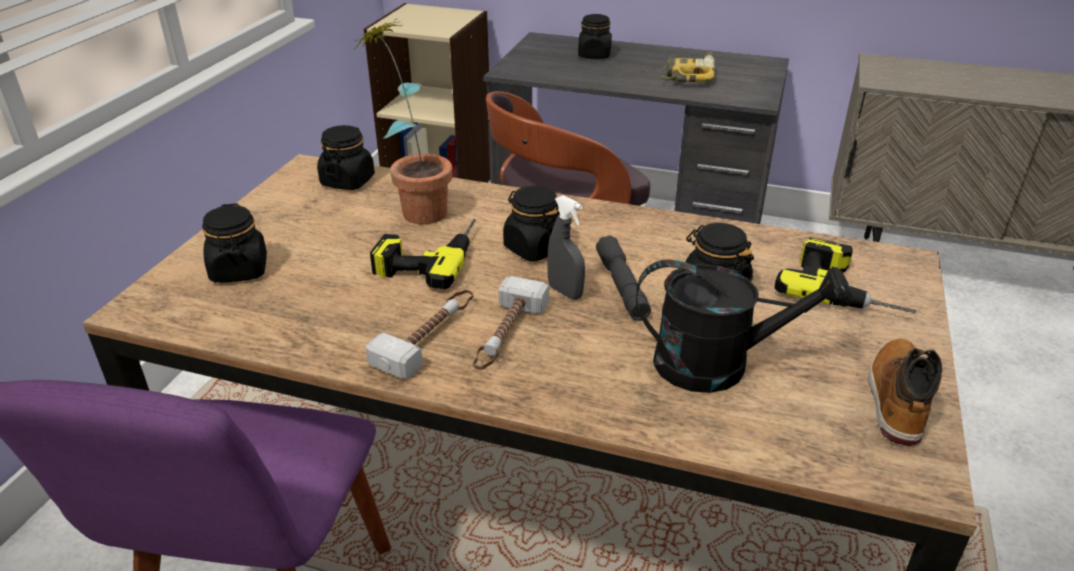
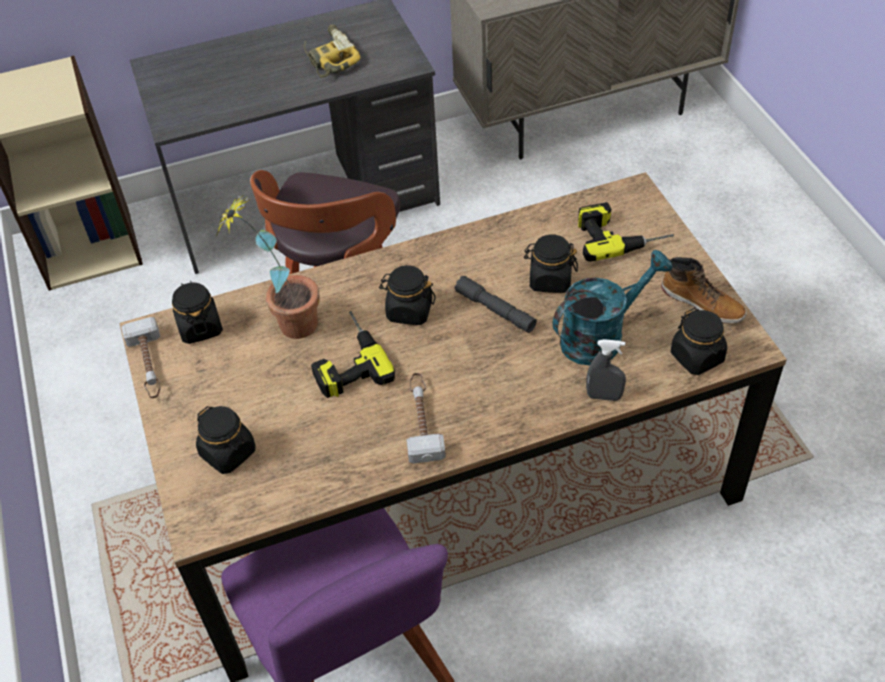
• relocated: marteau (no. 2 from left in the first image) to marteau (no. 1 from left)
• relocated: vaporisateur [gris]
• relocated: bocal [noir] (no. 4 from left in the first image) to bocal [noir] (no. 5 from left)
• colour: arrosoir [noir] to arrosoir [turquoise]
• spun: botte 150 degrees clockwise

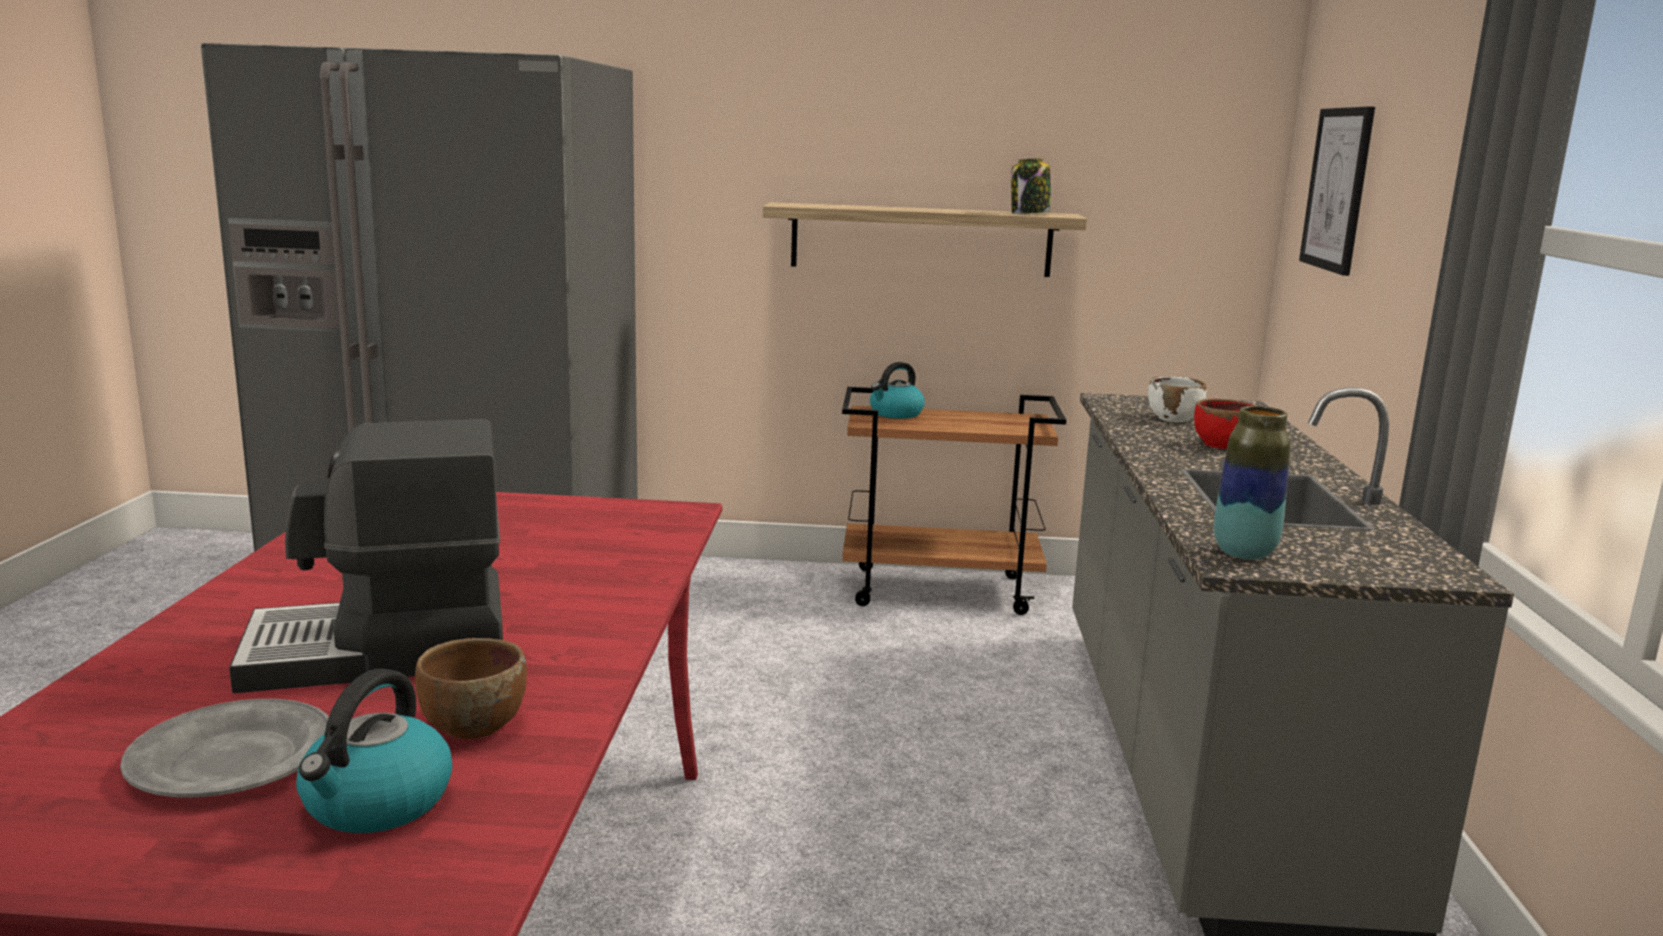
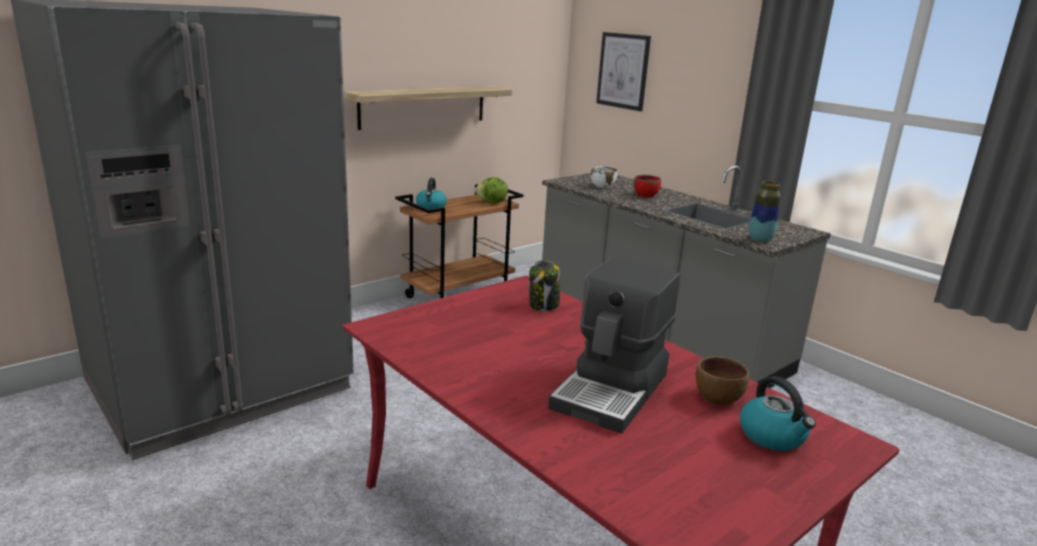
• missing: assiette [gris]
• relocated: bocal
• appeared: laitue

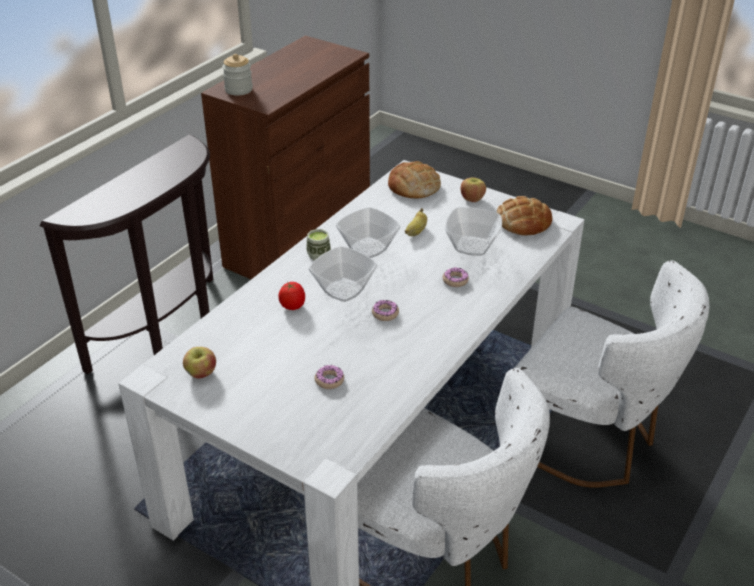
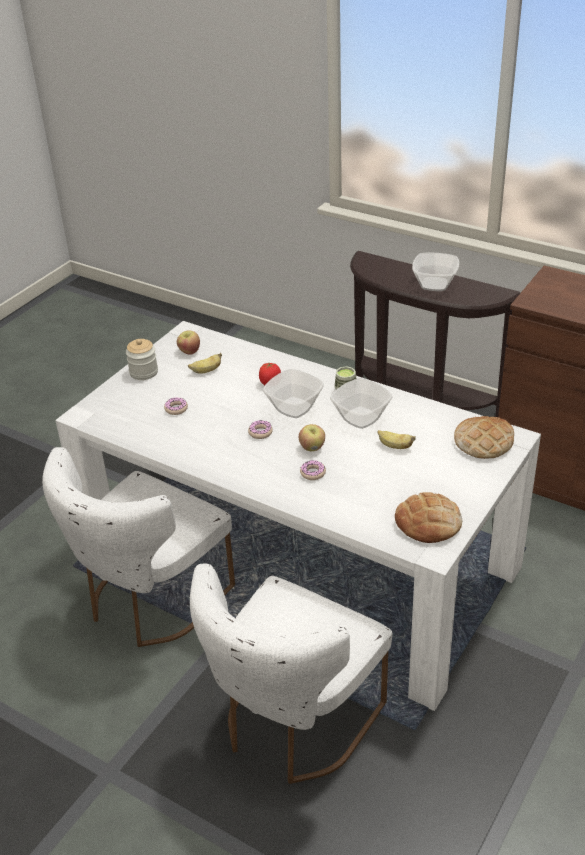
• relocated: bocal
• relocated: bol (no. 3 from left)
• relocated: pomme (no. 2 from left)
• appeared: banane (no. 1 from left)

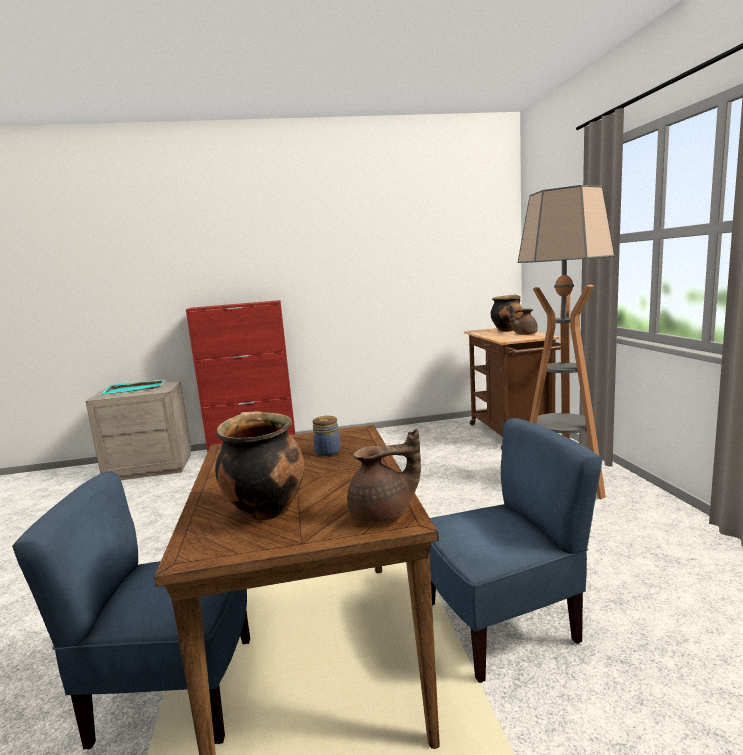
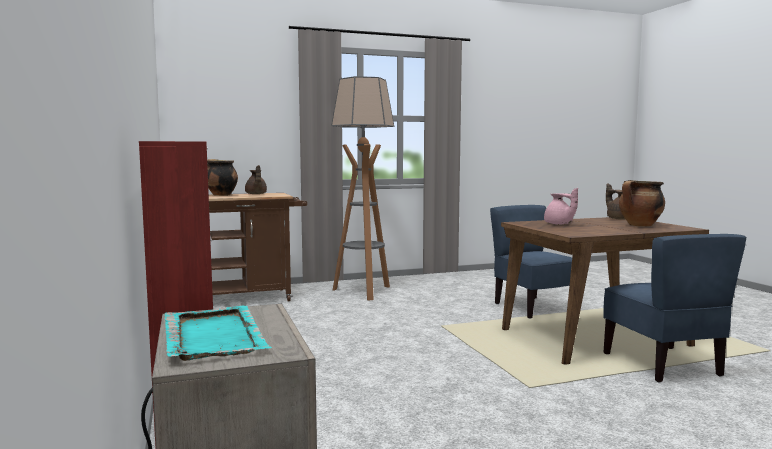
• exchanged: bocal to théière [rose]

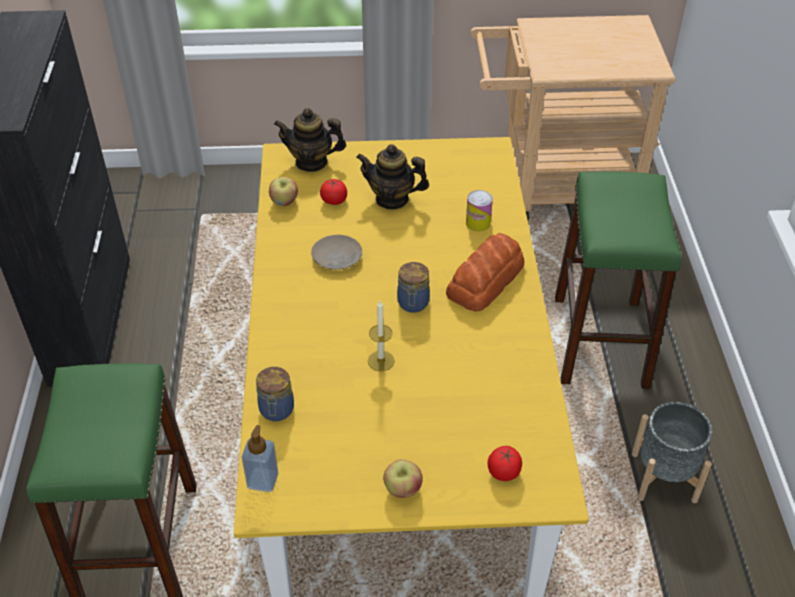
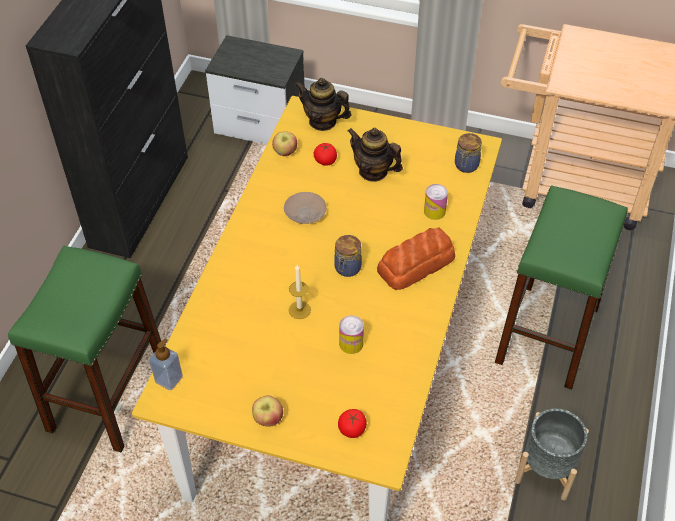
• relocated: bocal (no. 1 from left in the first image) to bocal (no. 2 from left)
• appeared: table de chevet
• appeared: boîte métallique (no. 1 from left)

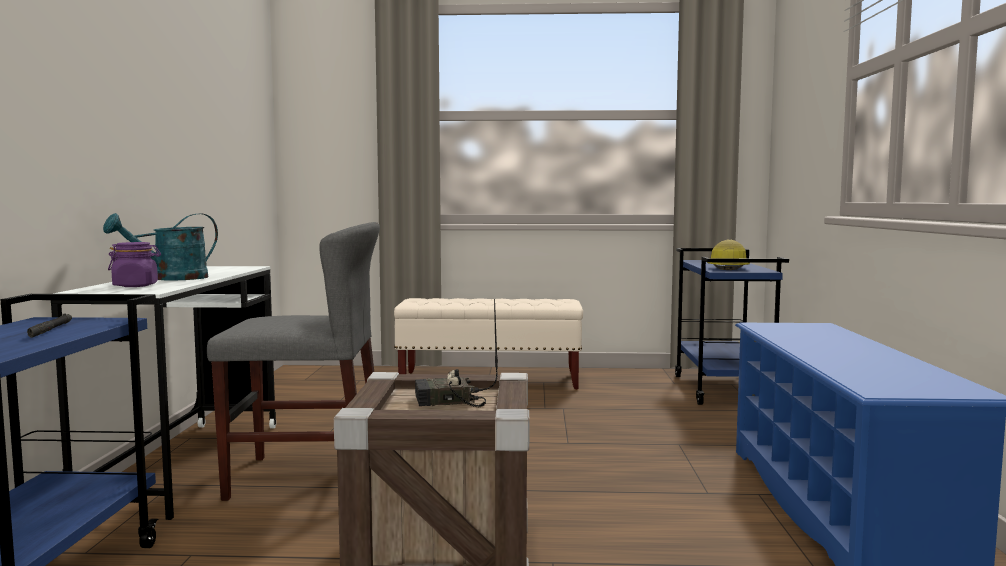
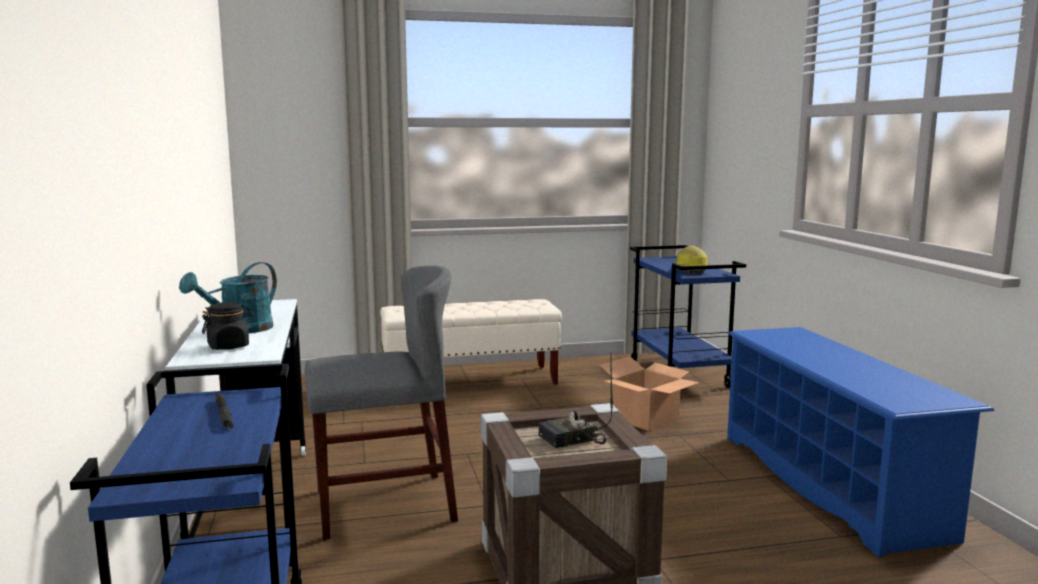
• colour: bocal [violet] to bocal [noir]
• appeared: carton

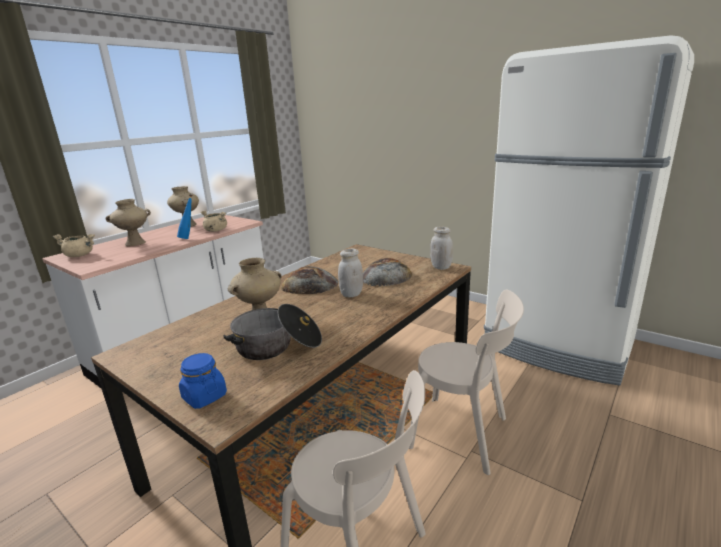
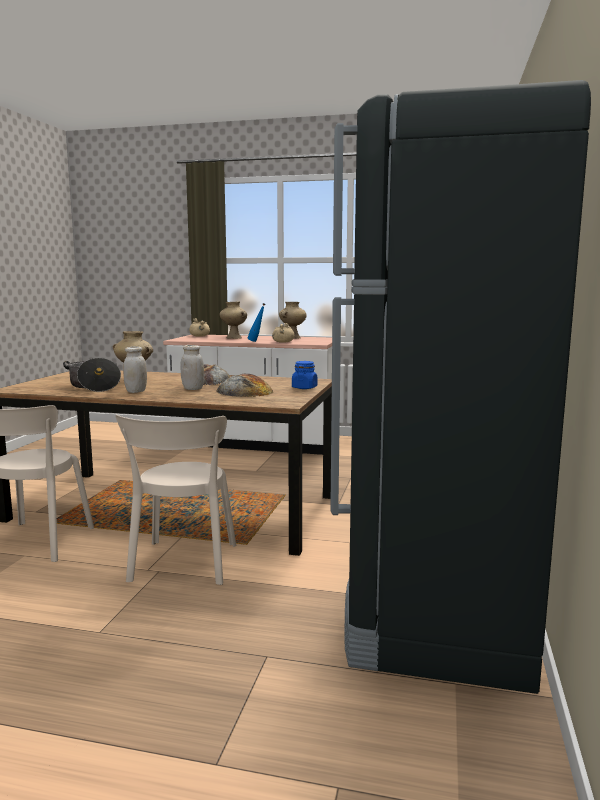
• relocated: bocal [bleu]
• relocated: bocal [blanc] (no. 2 from left in the first image) to bocal [blanc] (no. 1 from left)
• colour: réfrigérateur [blanc] to réfrigérateur [noir]

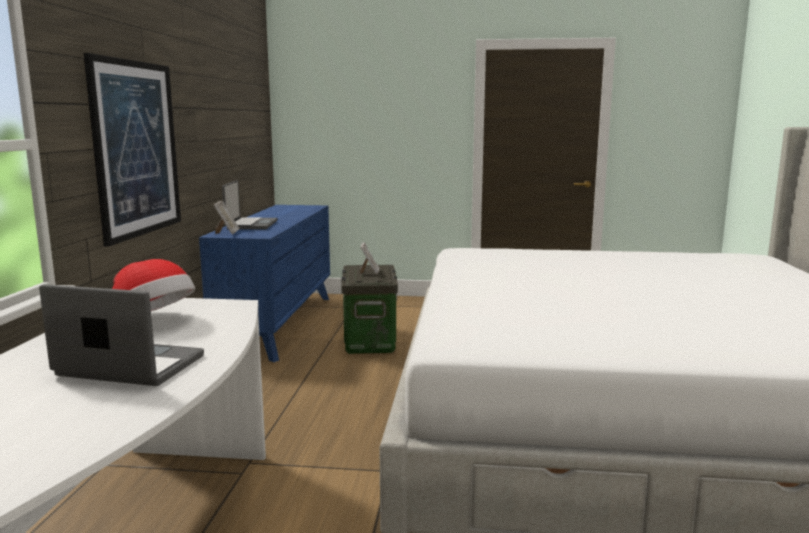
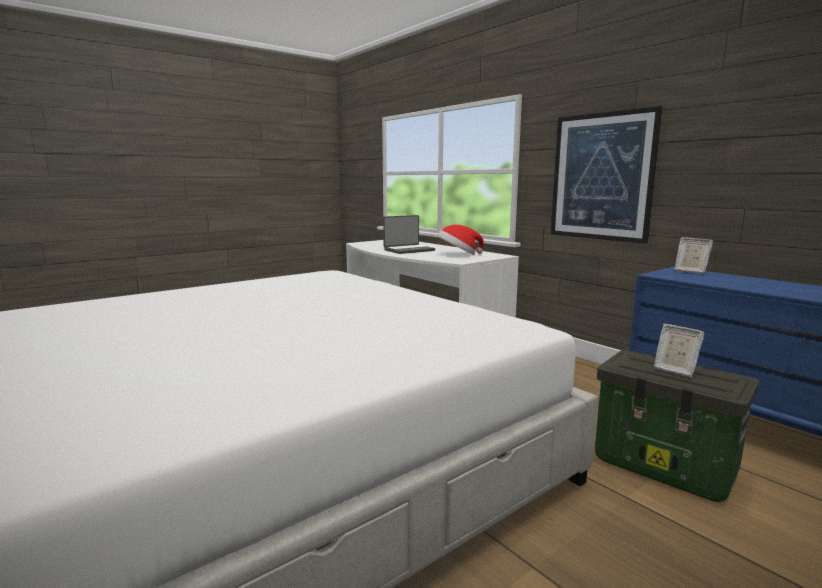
• missing: ordinateur portable (no. 2 from left)

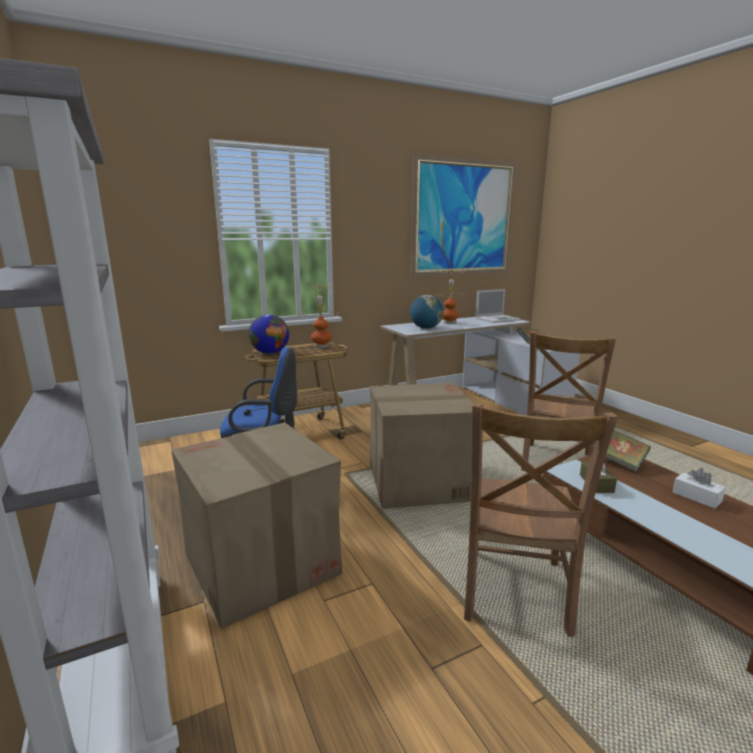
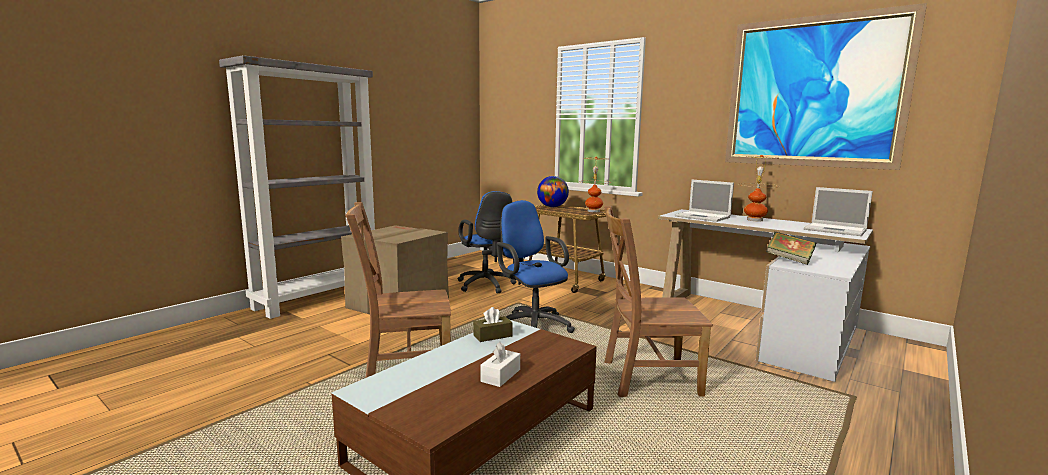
• exchanged: carton (no. 2 from left) to chaise de bureau [bleu] (no. 2 from left)
• exchanged: globe (no. 2 from left) to ordinateur portable (no. 1 from left)
• missing: livre (no. 2 from left)

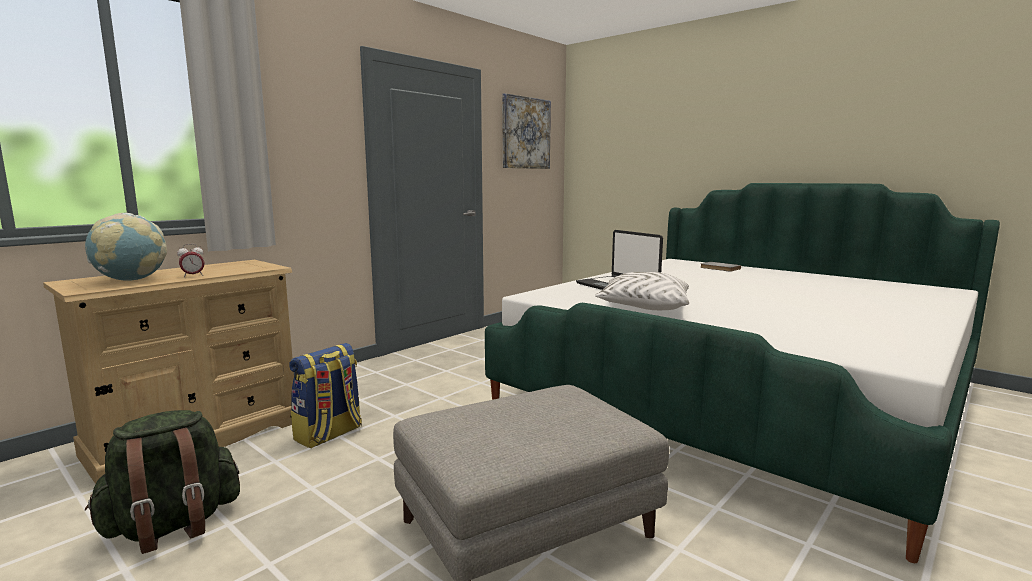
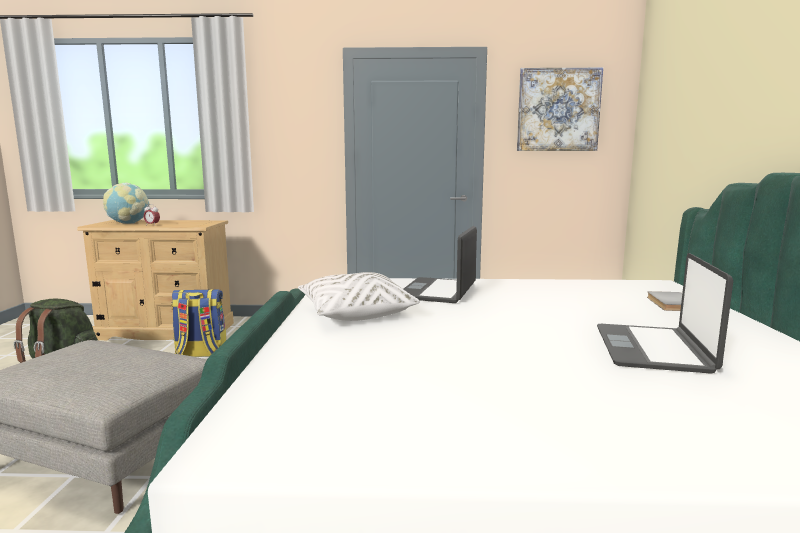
• appeared: ordinateur portable (no. 2 from left)

